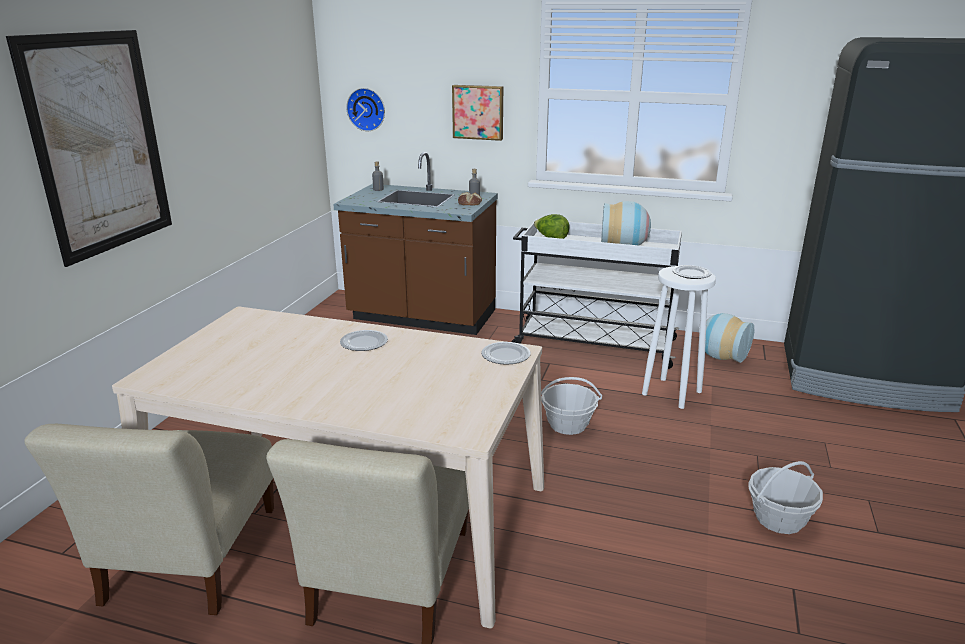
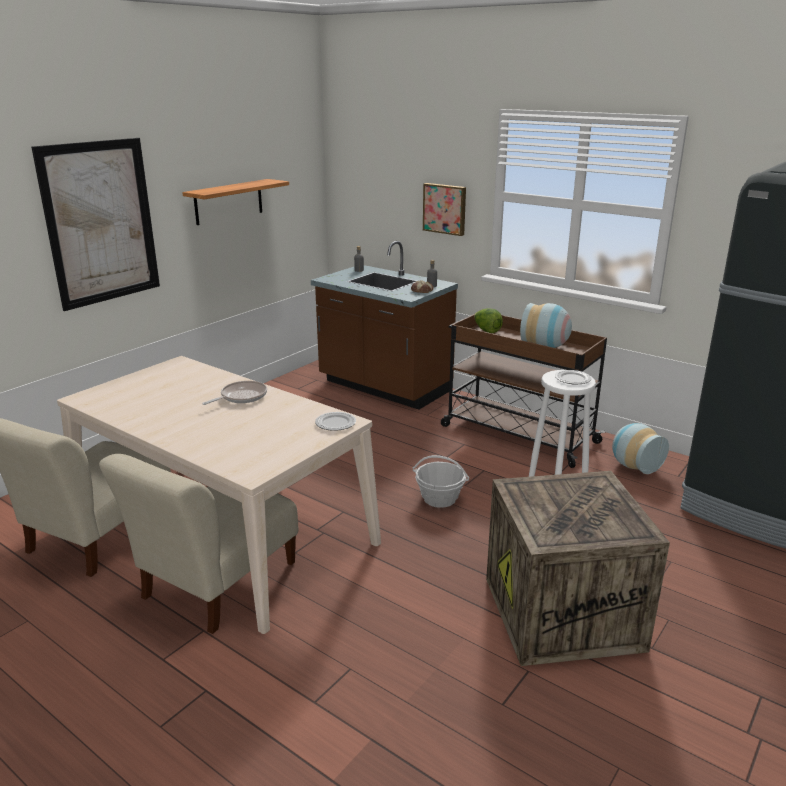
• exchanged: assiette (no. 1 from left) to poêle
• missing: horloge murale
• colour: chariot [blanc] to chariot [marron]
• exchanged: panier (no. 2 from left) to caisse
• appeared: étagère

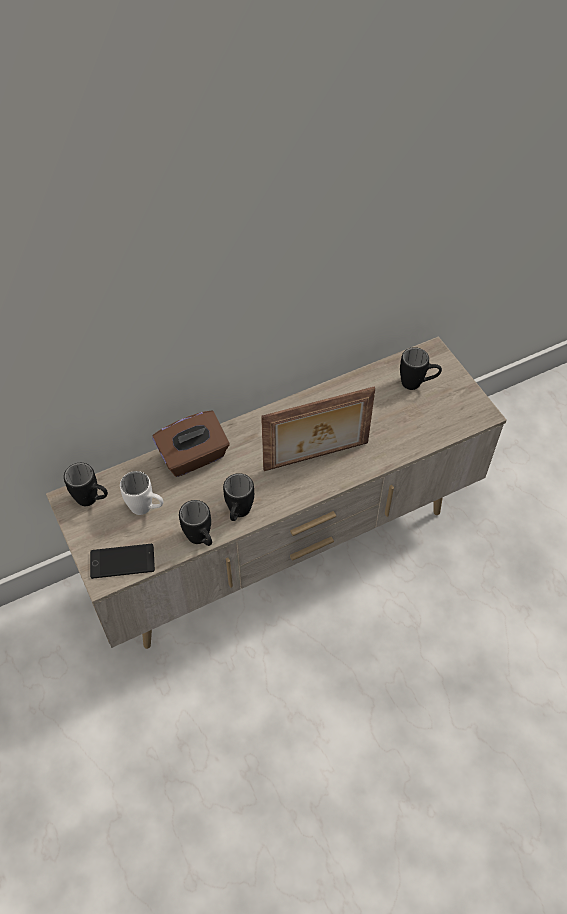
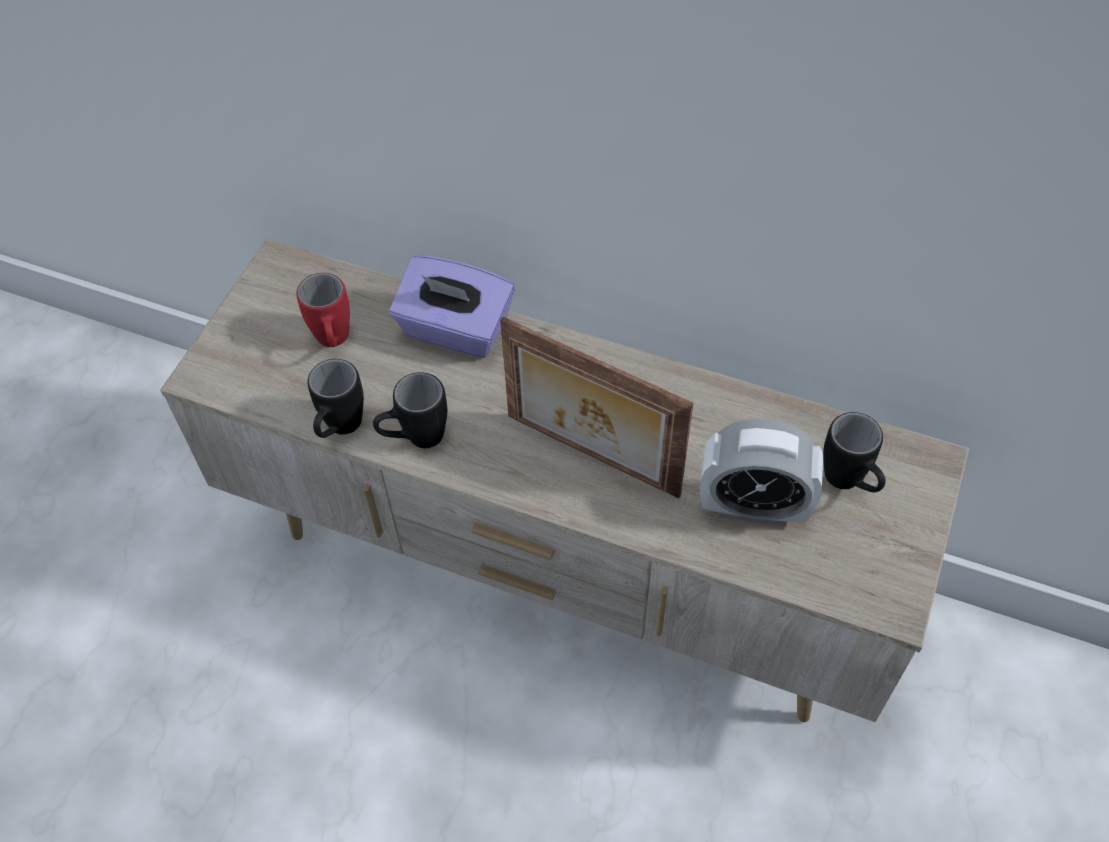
• missing: mug [noir] (no. 1 from left)
• missing: téléphone
• colour: mug [blanc] to mug [rouge]
• colour: boîte à mouchoirs [marron] to boîte à mouchoirs [violet]
• appeared: réveil

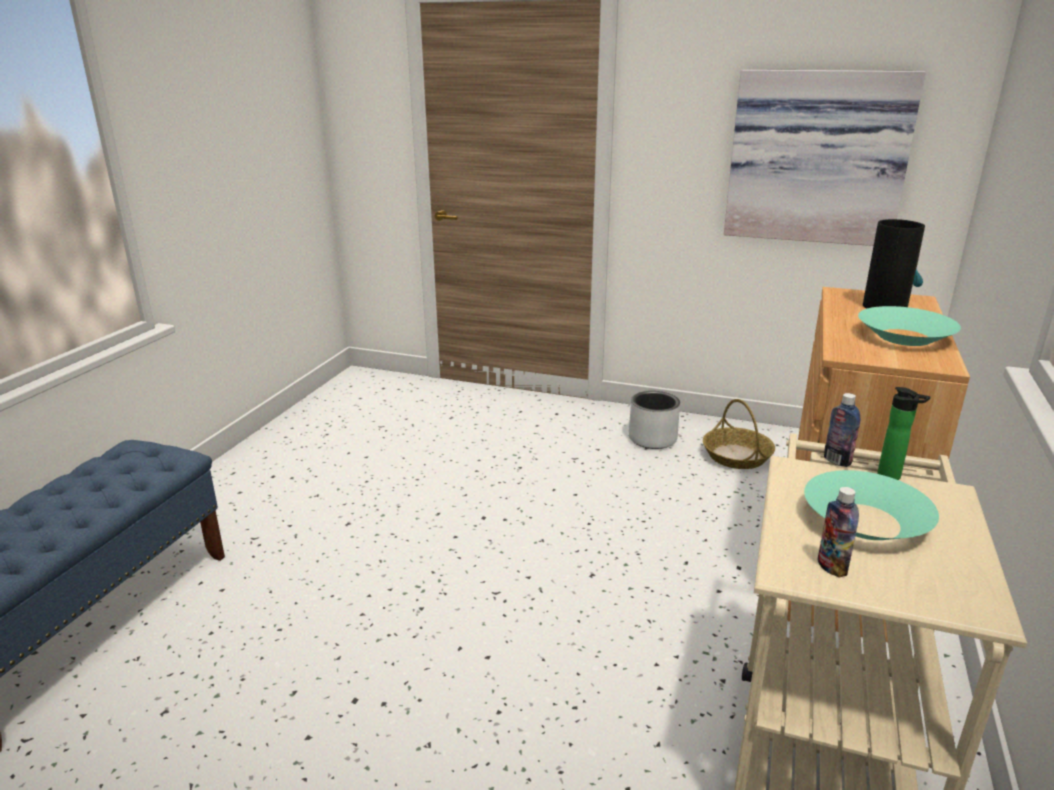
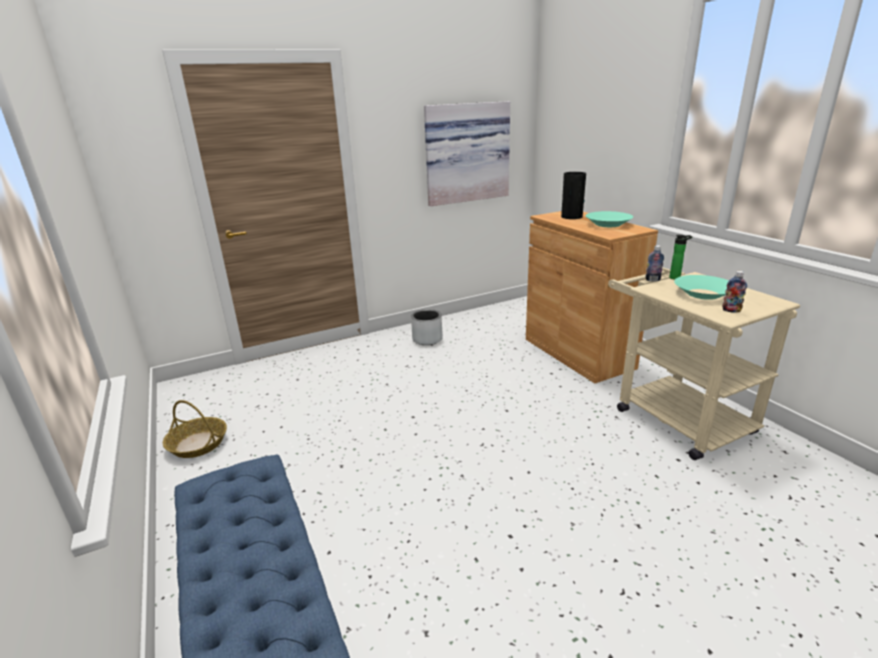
• relocated: panier

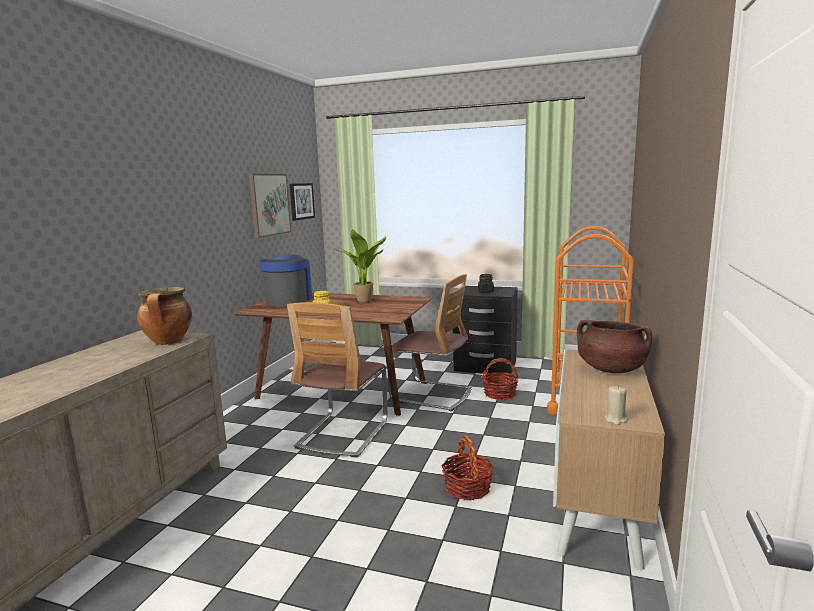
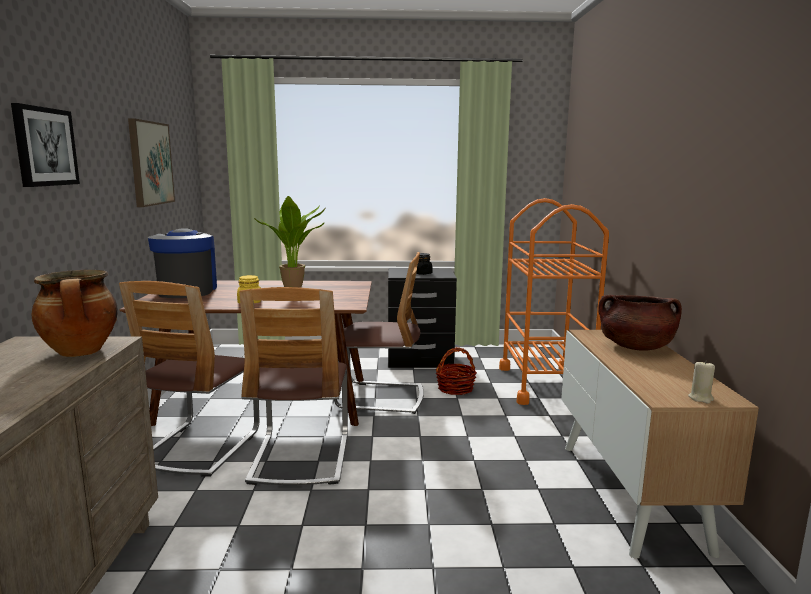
• relocated: tableau (no. 2 from left in the first image) to tableau (no. 1 from left)
• missing: panier (no. 1 from left)
• appeared: chaise (no. 1 from left)

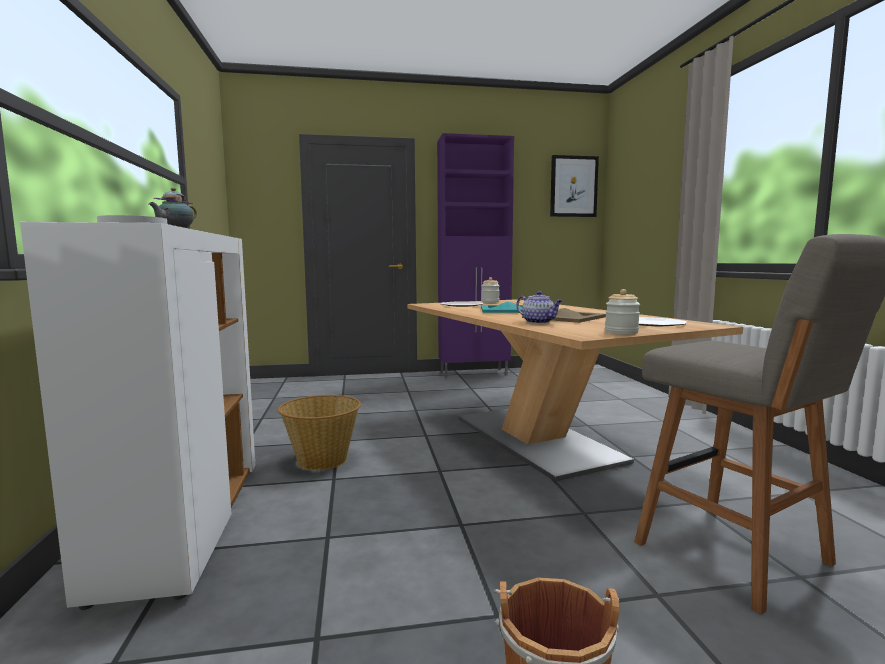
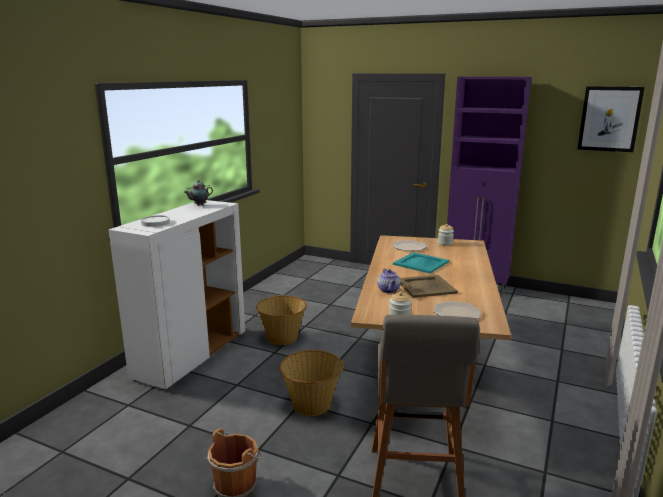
• appeared: panier (no. 2 from left)

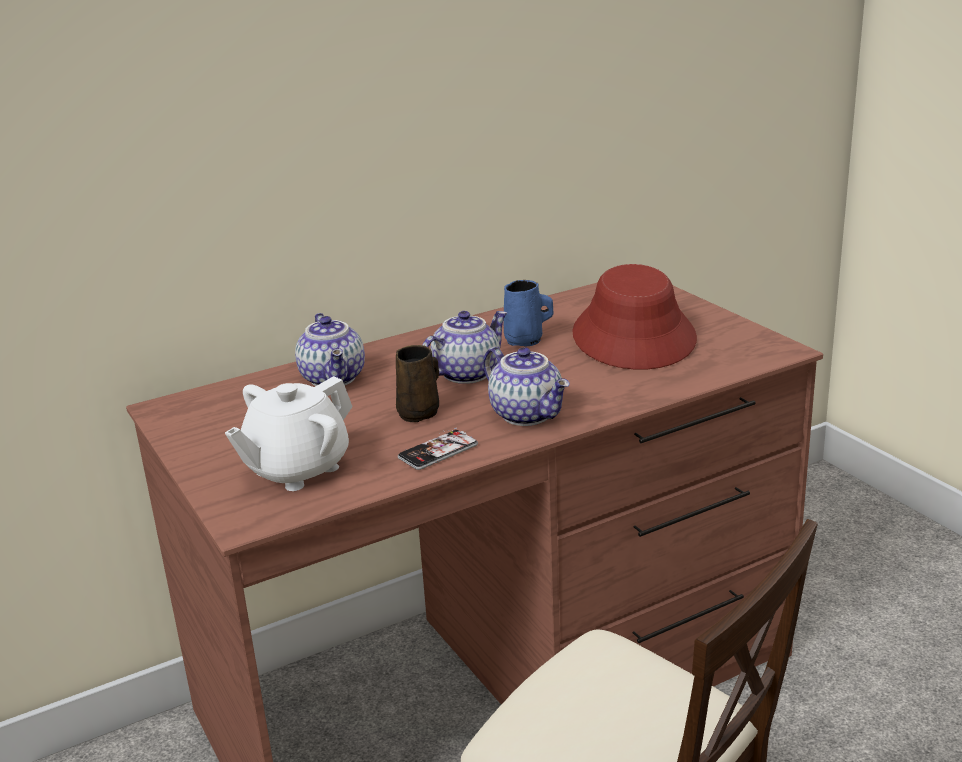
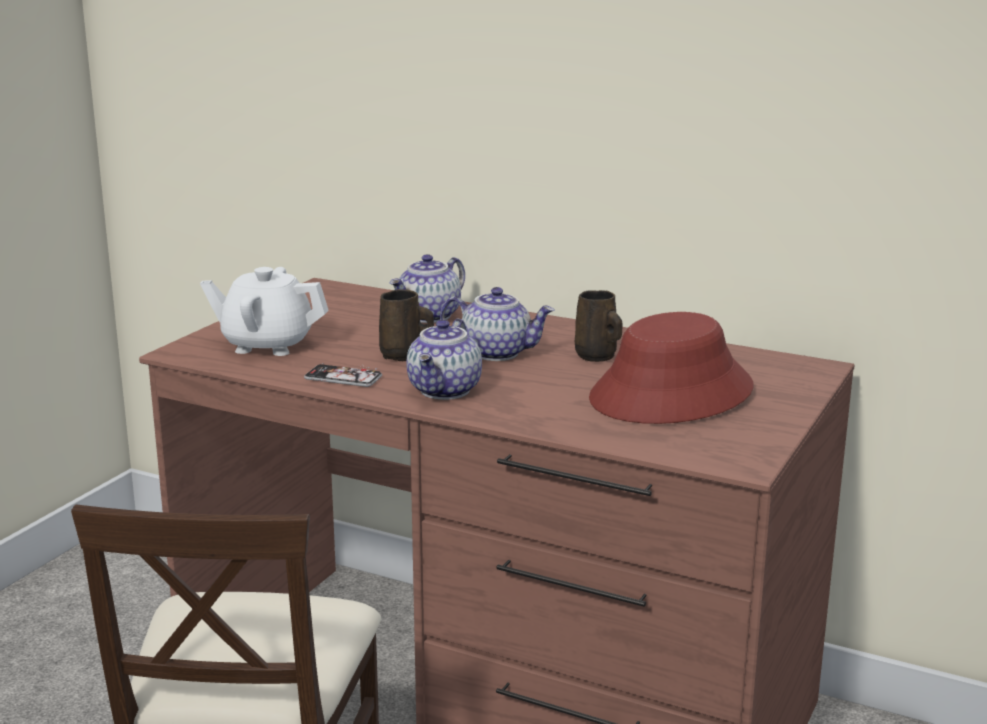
• colour: mug [bleu] to mug [marron] (no. 2 from left)

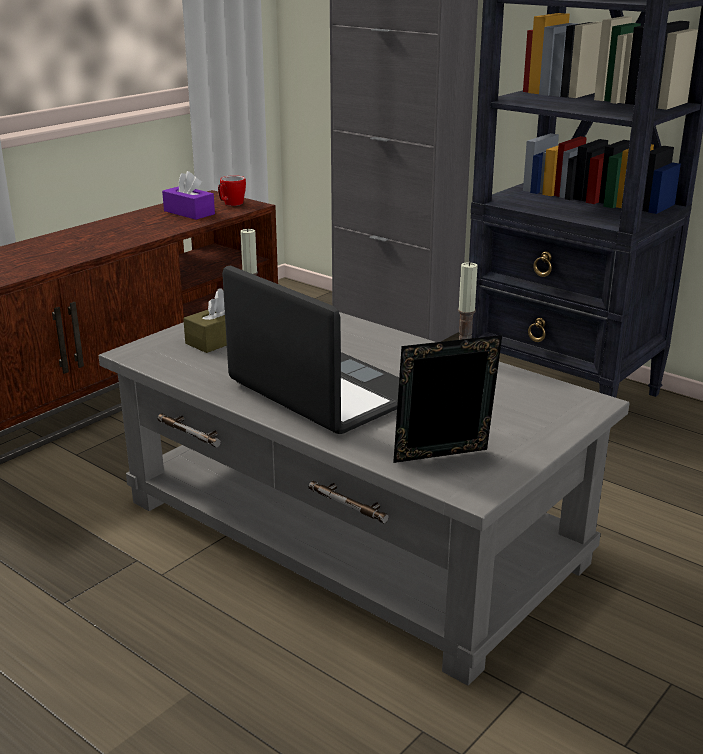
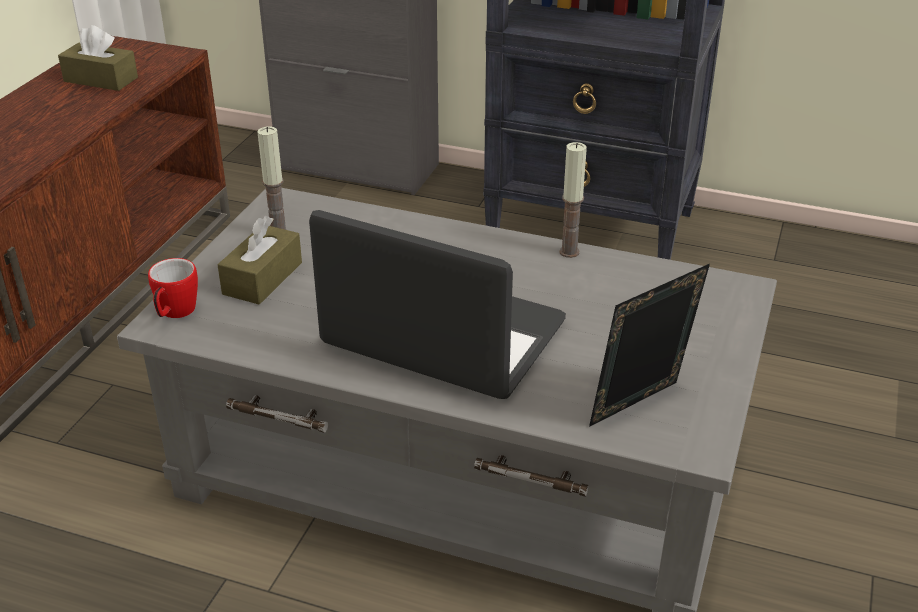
• colour: boîte à mouchoirs [violet] to boîte à mouchoirs [marron] (no. 1 from left)
• relocated: mug

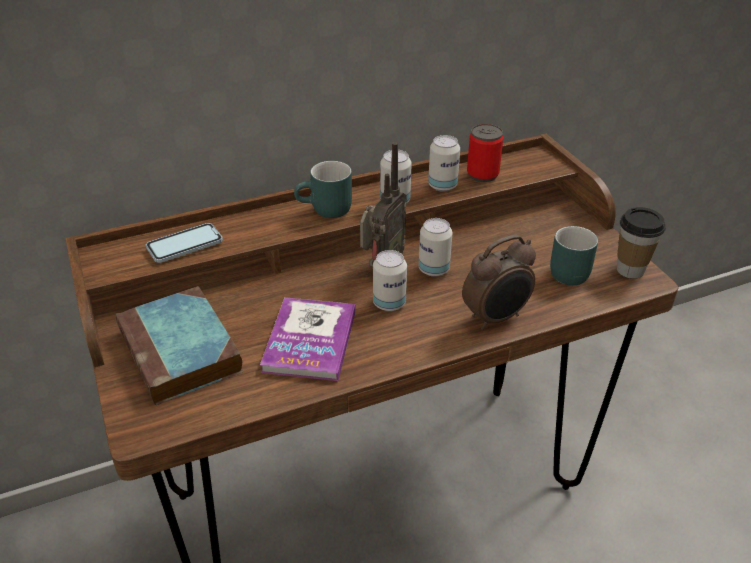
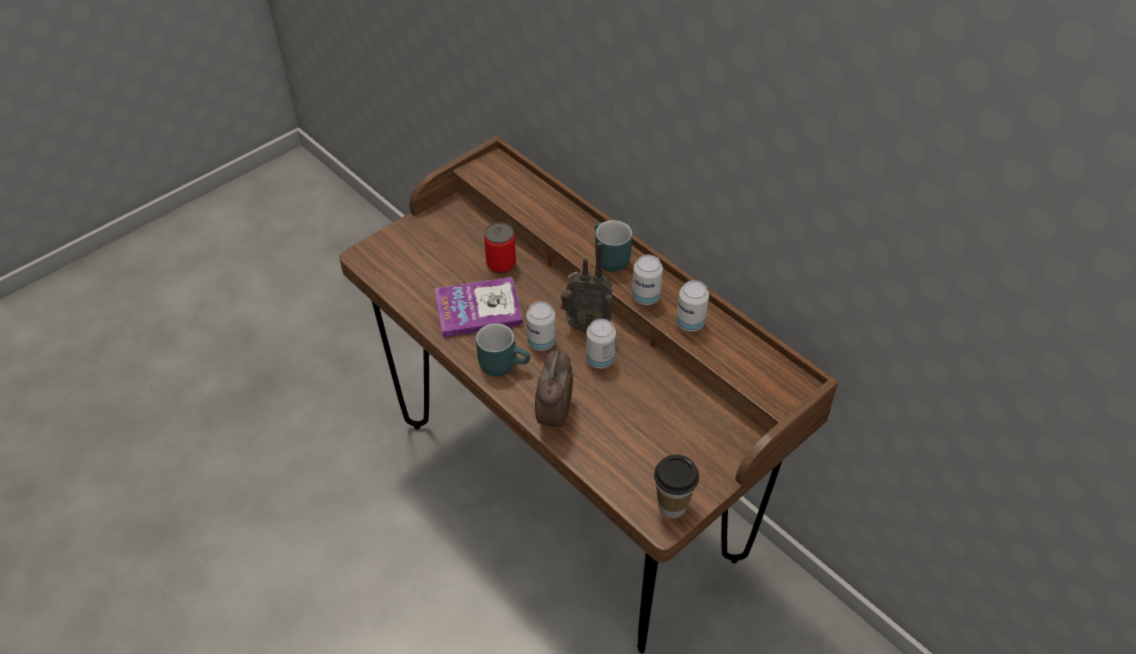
• missing: livre (no. 1 from left)
• missing: téléphone
• spun: réveil 60 degrees clockwise
• relocated: boîte métallique (no. 5 from left in the first image) to boîte métallique (no. 1 from left)
• relocated: mug [turquoise] (no. 2 from left in the first image) to mug [turquoise] (no. 1 from left)

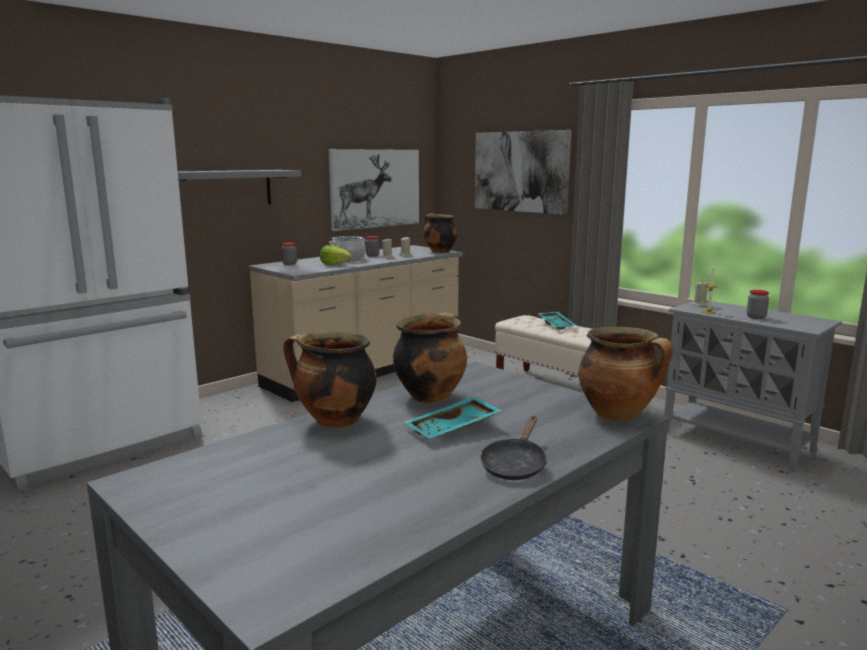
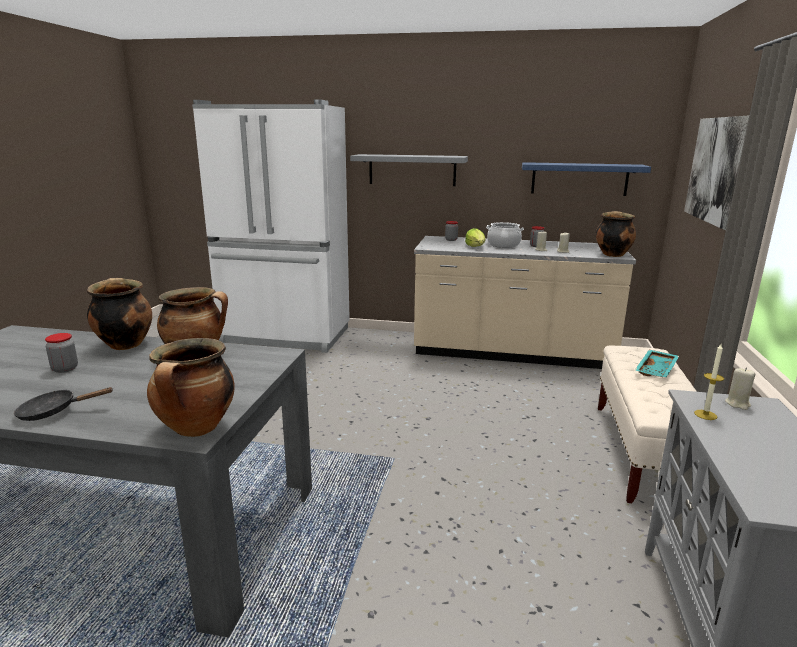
• exchanged: tableau (no. 1 from left) to étagère [bleu]
• missing: plateau [turquoise] (no. 1 from left)
• relocated: bocal (no. 3 from left in the first image) to bocal (no. 1 from left)

